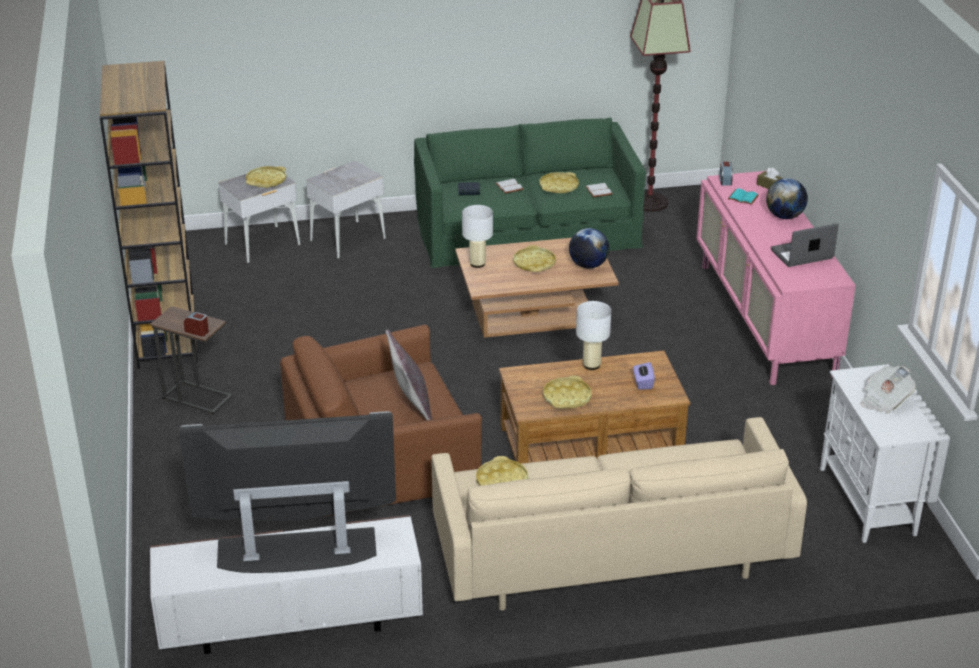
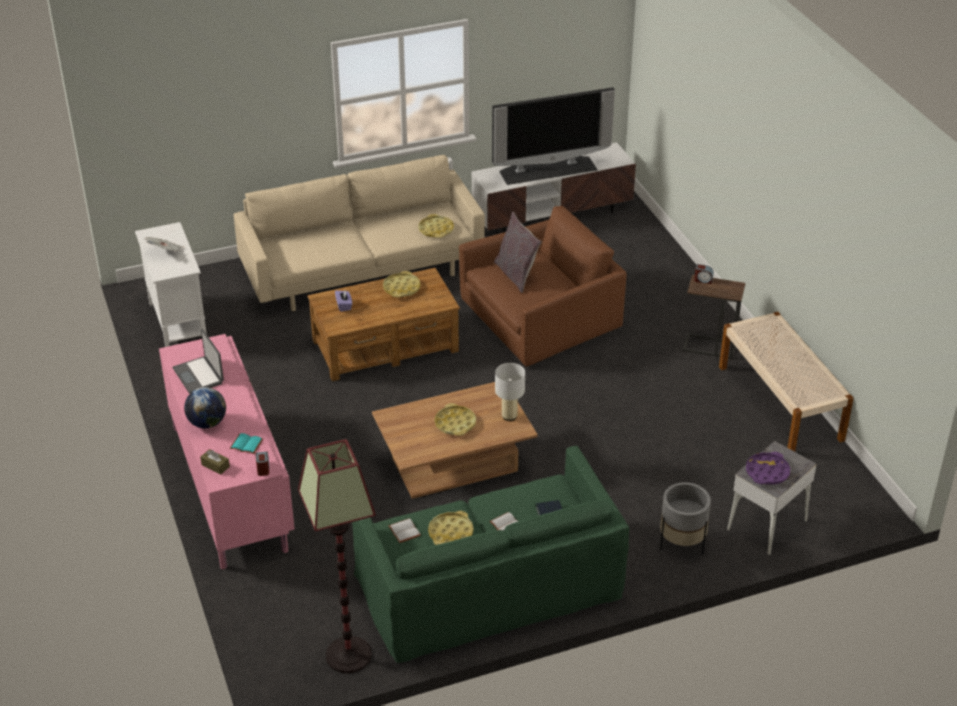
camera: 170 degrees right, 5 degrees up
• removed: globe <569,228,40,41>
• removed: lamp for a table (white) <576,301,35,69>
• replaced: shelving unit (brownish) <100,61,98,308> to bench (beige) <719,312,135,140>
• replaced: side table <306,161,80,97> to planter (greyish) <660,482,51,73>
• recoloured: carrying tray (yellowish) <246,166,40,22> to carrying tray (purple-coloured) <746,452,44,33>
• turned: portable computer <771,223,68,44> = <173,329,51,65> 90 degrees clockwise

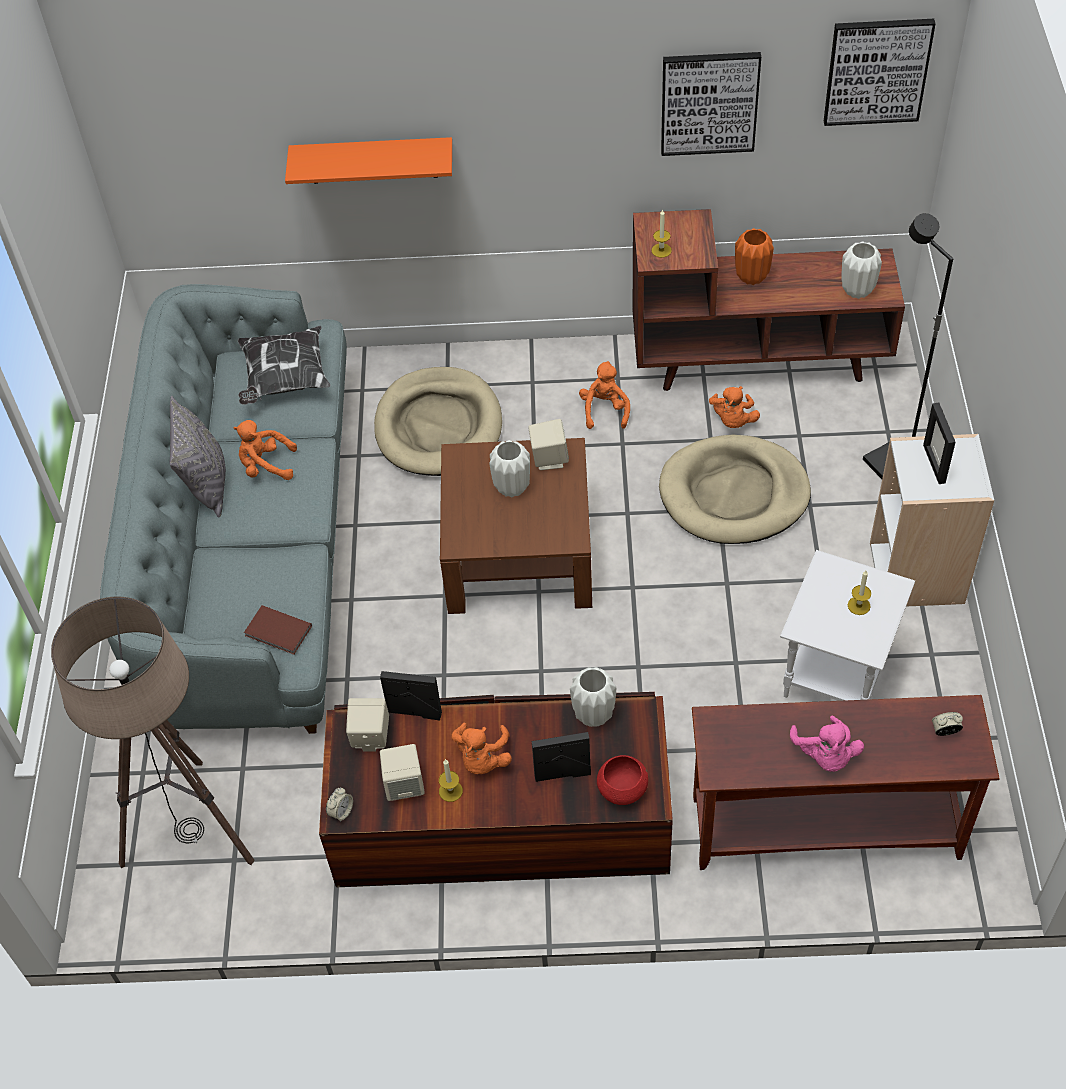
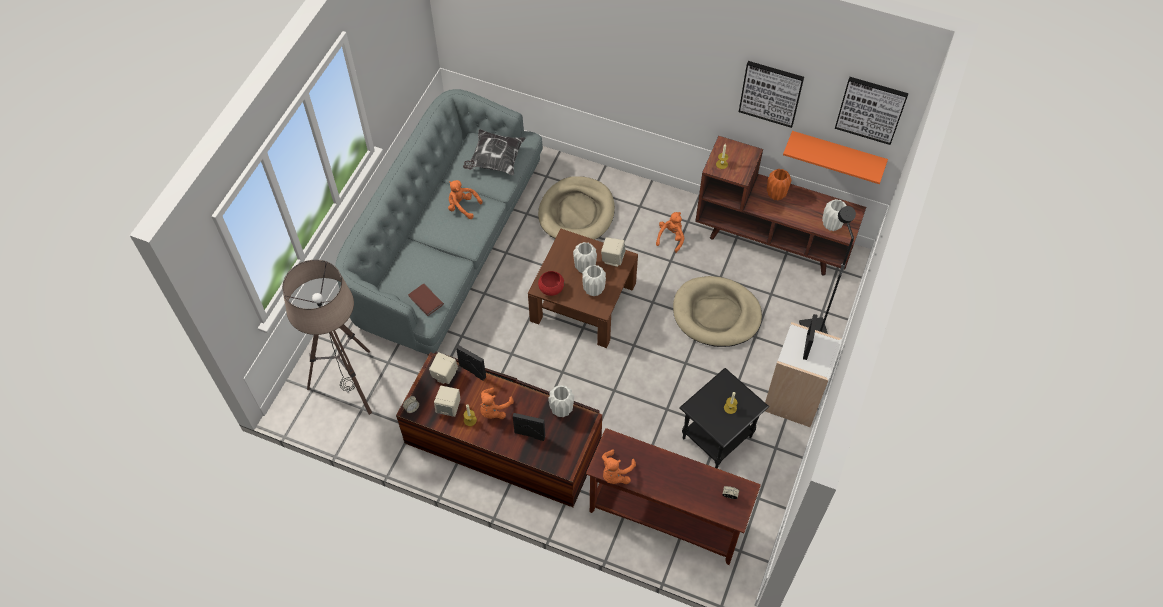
camera: 20 degrees right, 5 degrees up
• removed: pillow (greyish) <170,396,56,122>
• removed: soft toy (pink-coloured) <790,716,74,56>
• added: decorative vase (white) <582,265,24,31>
• moved: bracket shelf (orange-coloured) <285,137,167,47> to <783,131,105,53>
• moved: serving bowl (red-coloured) <597,755,51,50> to <538,271,27,25>
• moved: soft toy (orange-coloured) <709,386,51,42> to <602,449,34,35>
• recoloured: side table (white) <780,550,135,151> to side table (blackish) <679,368,90,101>

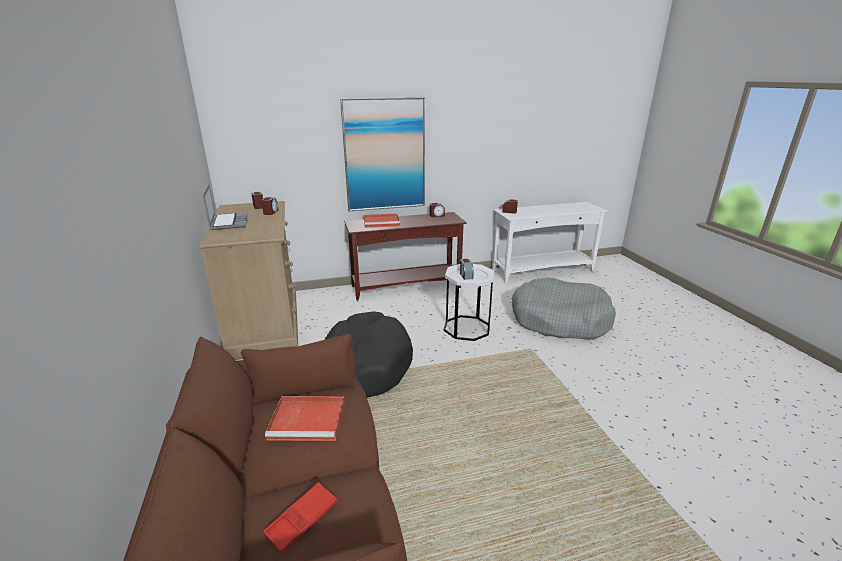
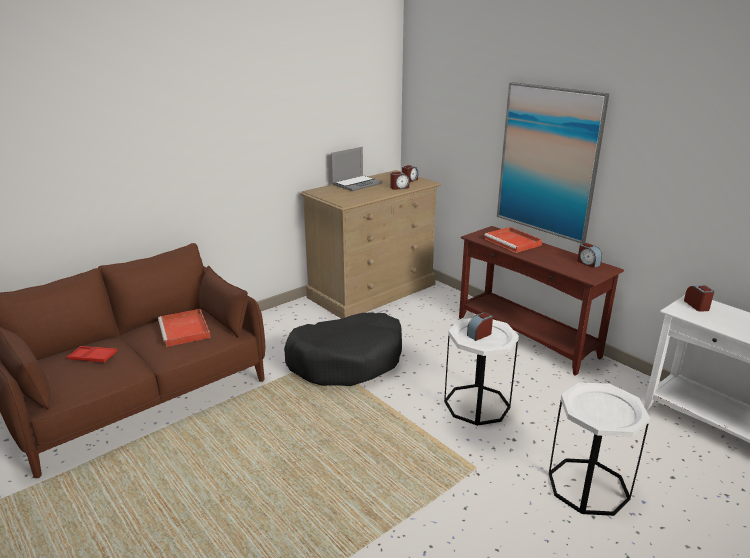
camera: 65 degrees right, 0 degrees up
• replaced: dog bed (greyish) <512,277,104,62> to side table (white) <549,382,101,134>

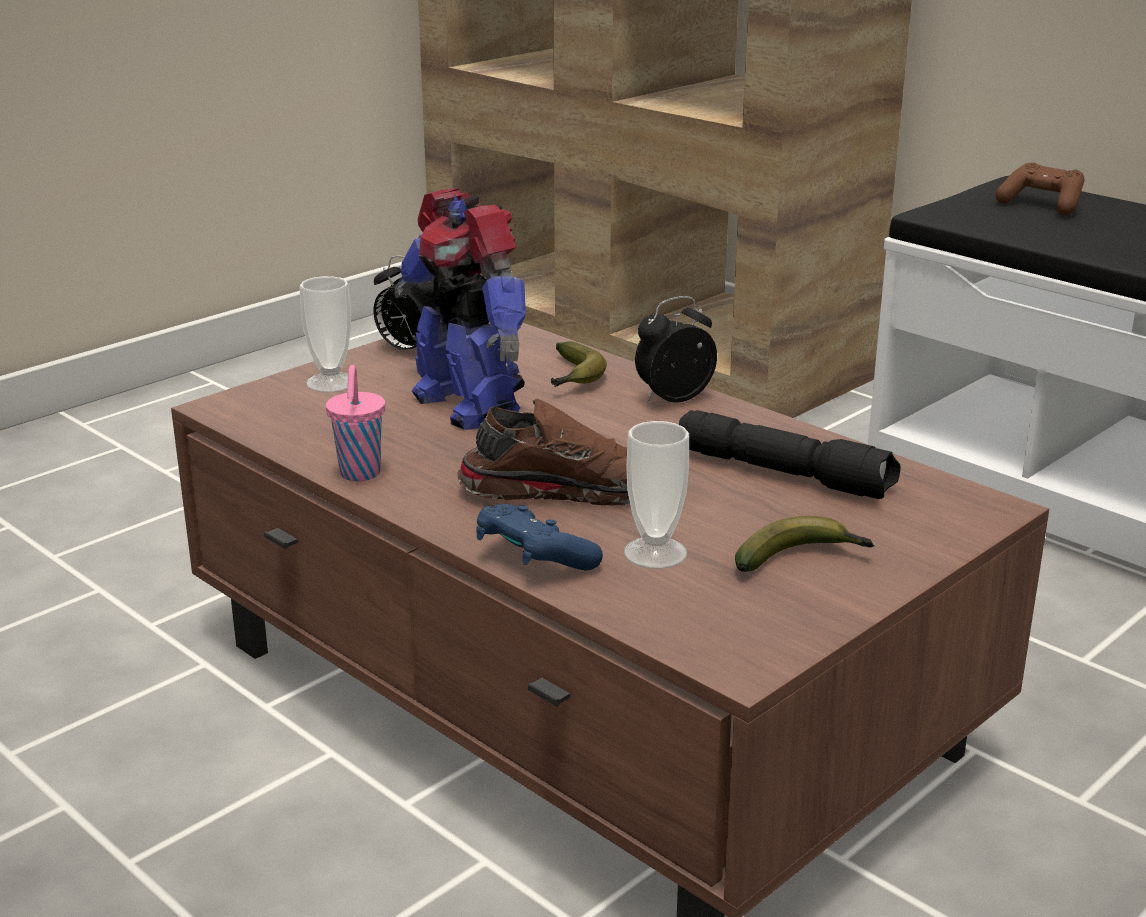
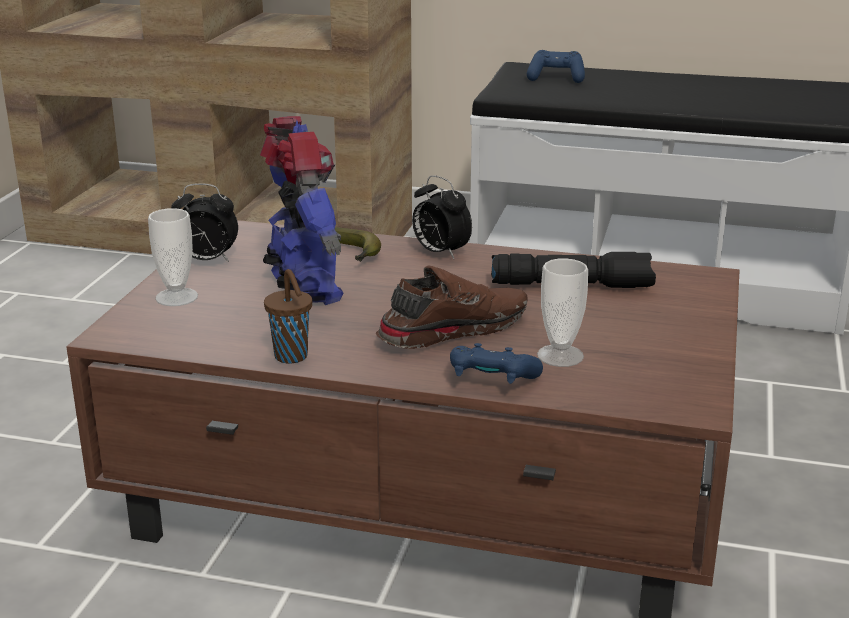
camera: 30 degrees left, 0 degrees up
• removed: whole banana <735,516,140,56>
• recoloured: small cup (pink-coloured) <326,365,59,116> to small cup (brownish) <264,269,48,94>
• recoloured: game controller (brownish) <996,163,88,52> to game controller (blue-coloured) <527,50,58,33>
• turned: model robot <395,188,131,242> = <260,116,83,189> 135 degrees counterclockwise
• turned: bedside clock <635,296,82,107> = <412,175,60,84> 75 degrees counterclockwise

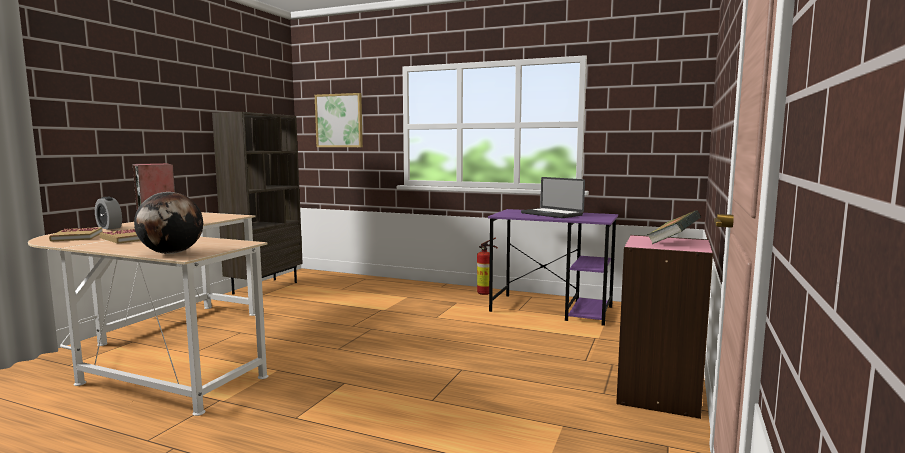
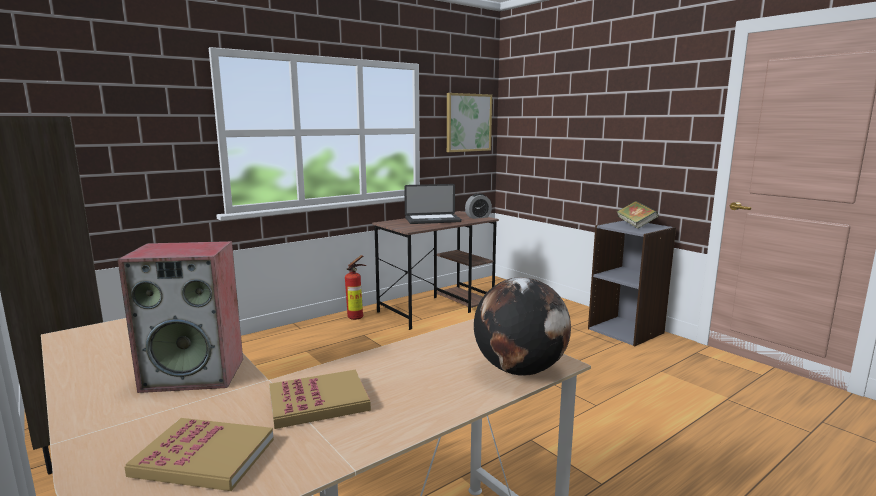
camera: 60 degrees left, 5 degrees up
• moved: bedside clock <95,197,27,33> to <465,193,27,26>
• moved: wall picture <315,93,48,54> to <447,93,45,59>
• recoloured: desk unit (purple-coloured) <488,209,130,117> to desk unit (brownish) <372,211,127,119>
• recoloured: shelving unit (pink-coloured) <616,235,97,184> to shelving unit (greyish) <588,220,88,126>

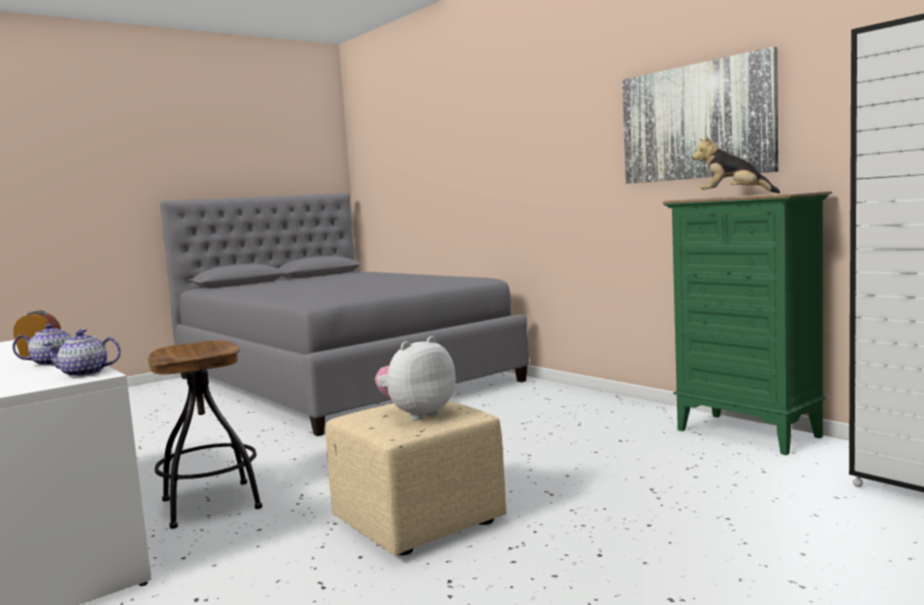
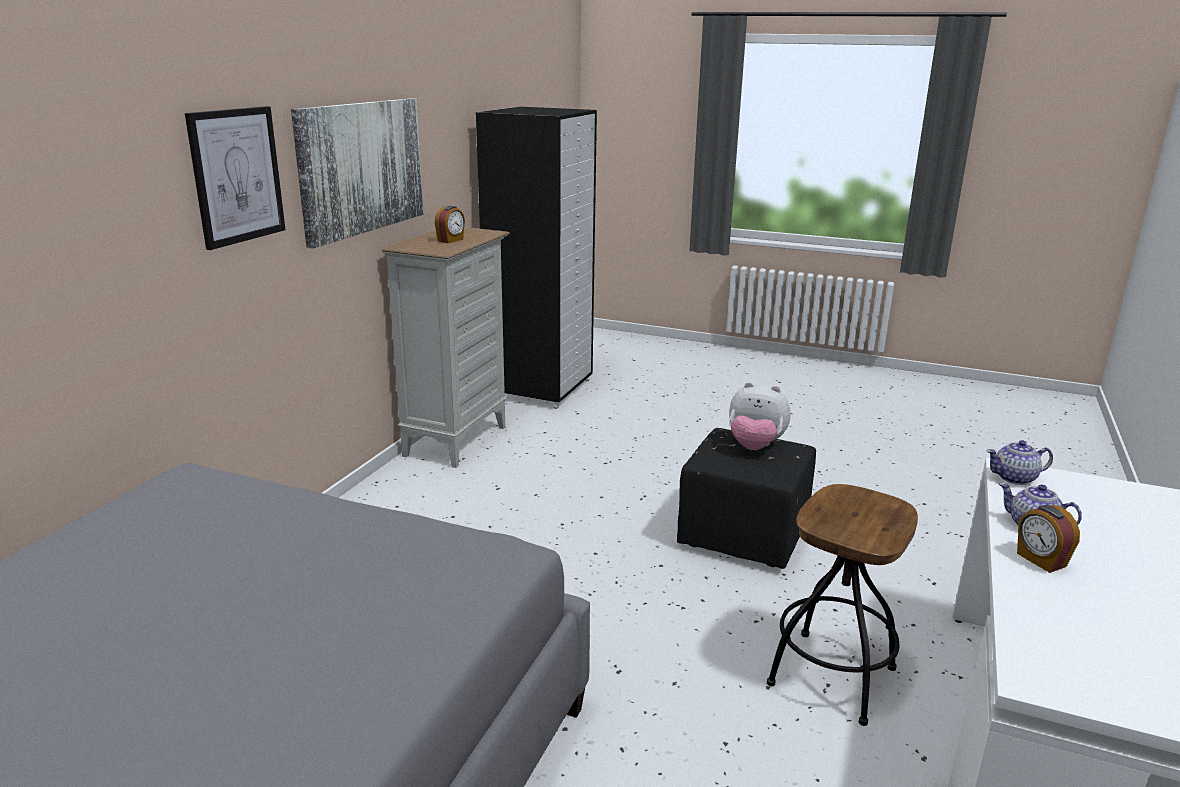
camera: 120 degrees left, 15 degrees up
• added: wall picture <185,106,100,144>
• replaced: soft toy <692,135,88,58> to bedside clock <435,206,30,37>
• recoloured: ottoman (beige) <326,401,181,154> to ottoman (blackish) <677,428,139,141>
• recoloured: chest of drawers (greenish) <662,191,170,264> to chest of drawers (white) <382,227,128,241>
• turned: pot for tea <42,331,79,46> = <987,440,66,45> 120 degrees clockwise

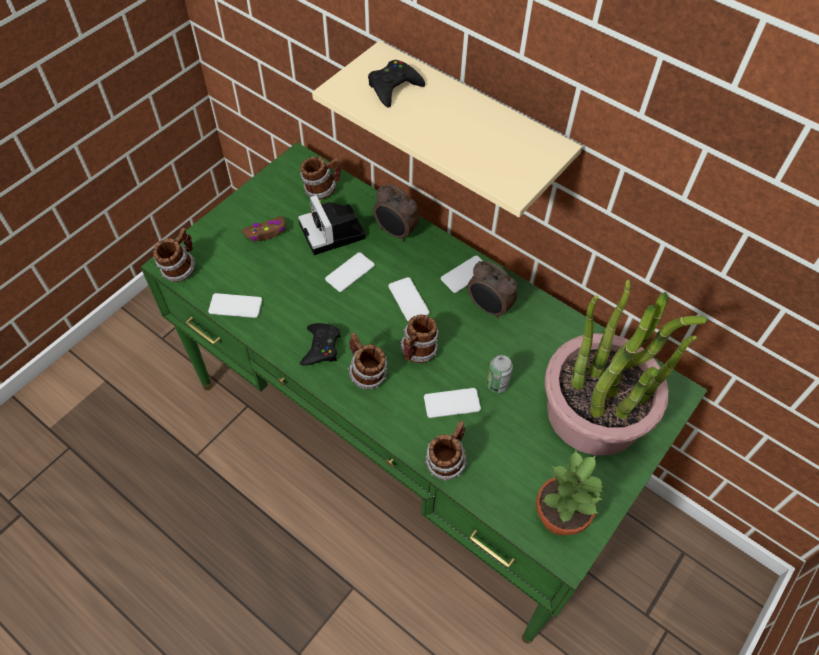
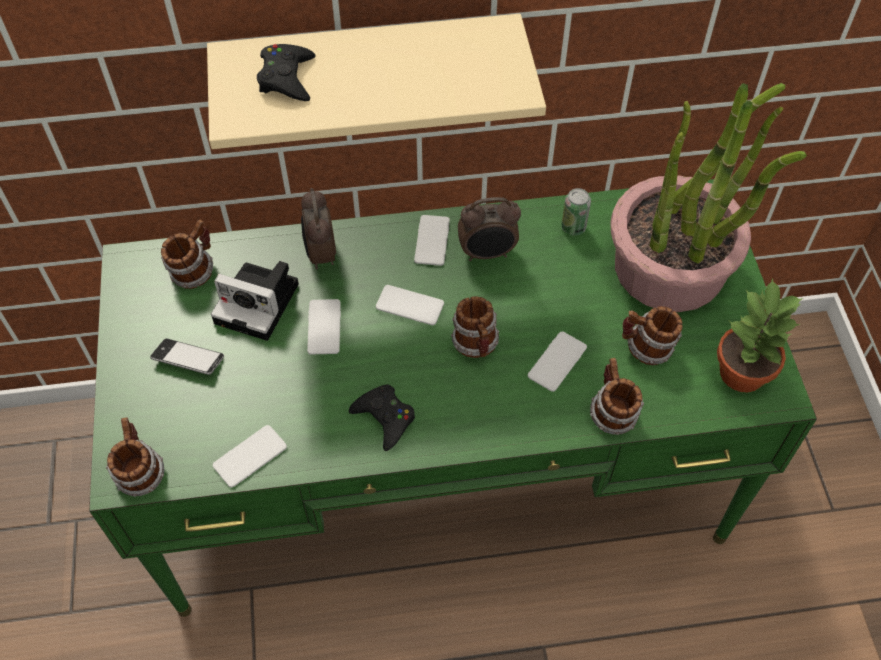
camera: 45 degrees left, 0 degrees up
• moved: tea mug <348,333,39,56> to <622,306,61,59>
• moved: sealed can <487,355,26,38> to <561,188,30,47>
• replaced: game controller (brownish) <242,216,44,26> to phone <150,339,74,36>
• turned: bedside clock <373,184,46,58> = <301,188,35,82> 90 degrees clockwise

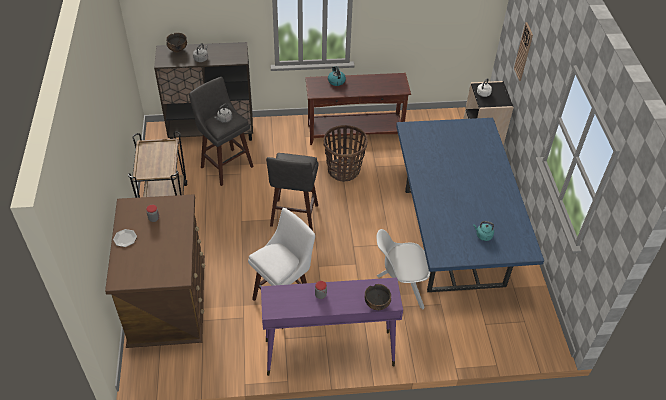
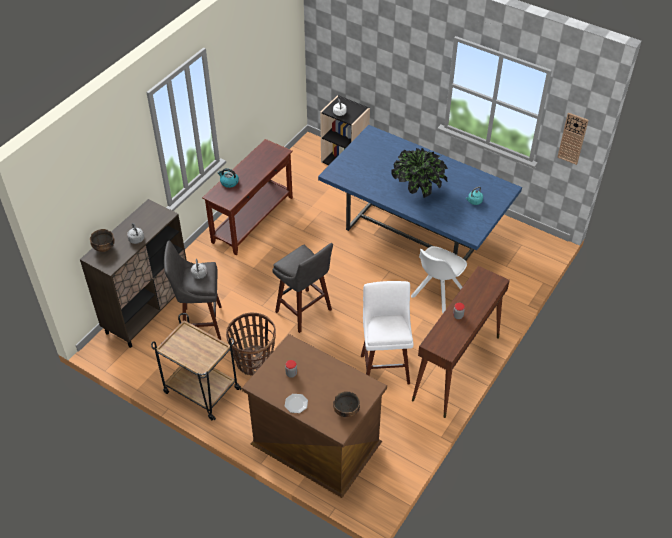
camera: 50 degrees left, 0 degrees up
• added: houseplant <391,148,57,50>
• moved: basket <324,125,44,57> to <226,312,50,64>
• moved: serving bowl <365,284,26,26> to <333,391,27,26>
• moved: clock on the wall <514,22,19,59> to <558,112,31,53>
• recoloured: hall table (purple-coloured) <261,278,142,98> to hall table (brownish) <412,266,98,152>

